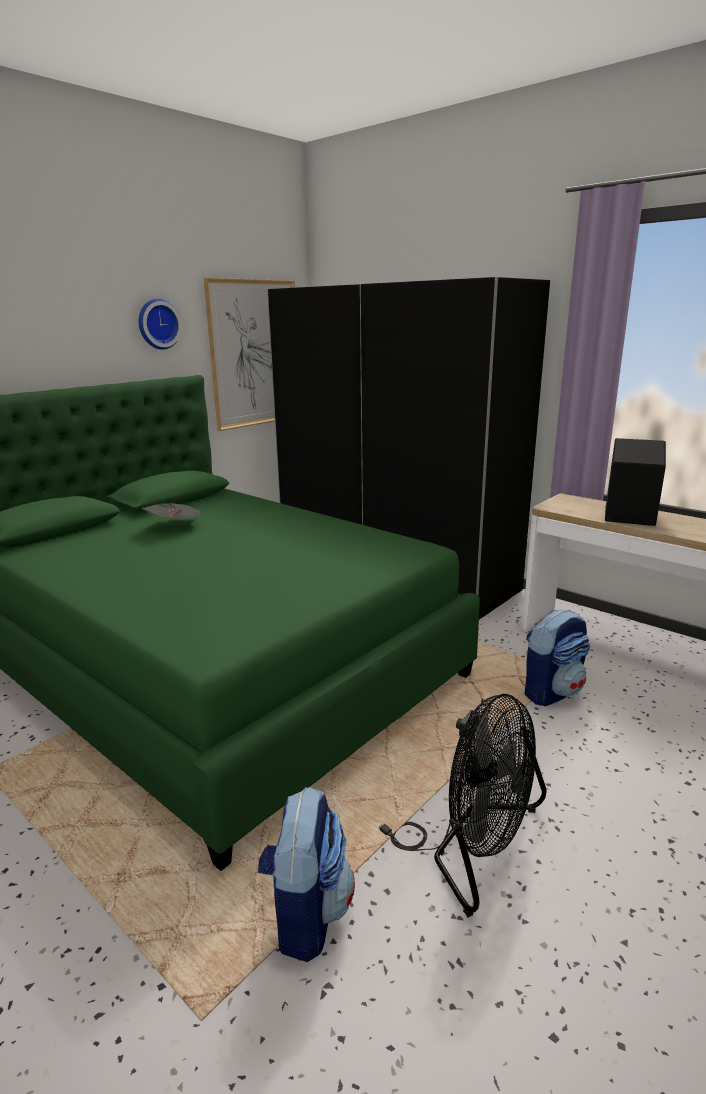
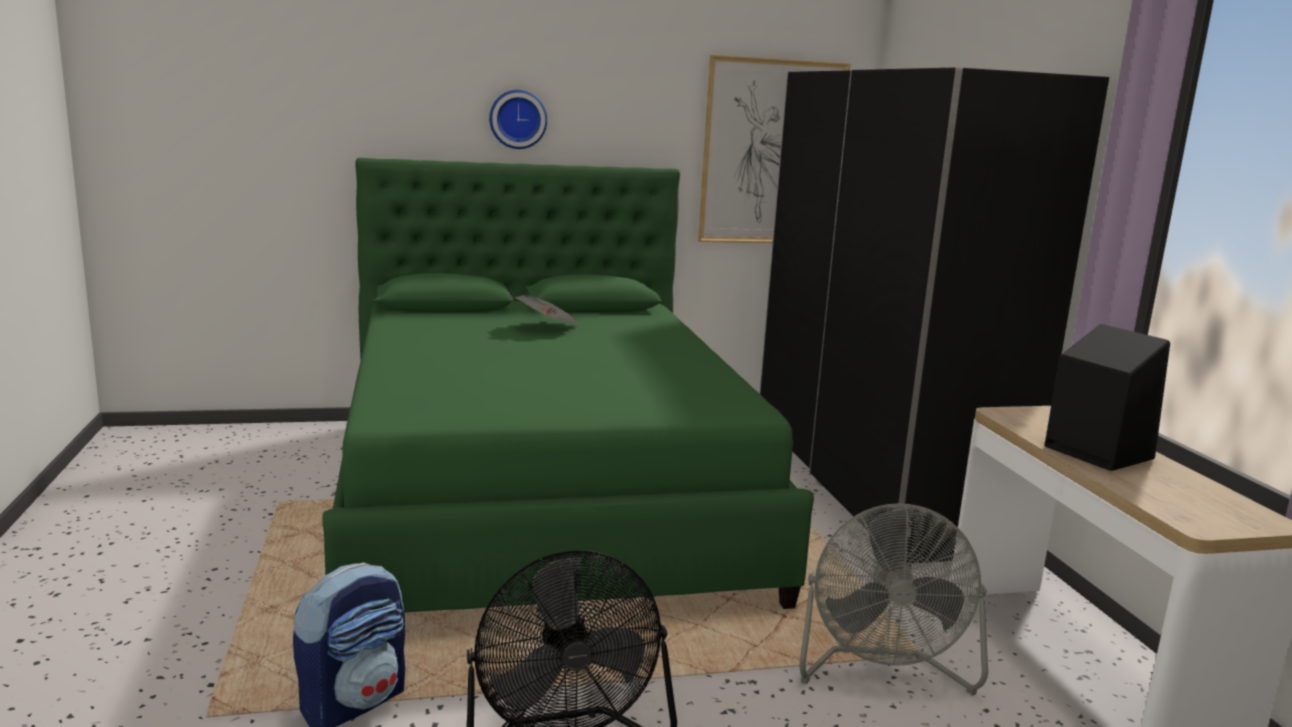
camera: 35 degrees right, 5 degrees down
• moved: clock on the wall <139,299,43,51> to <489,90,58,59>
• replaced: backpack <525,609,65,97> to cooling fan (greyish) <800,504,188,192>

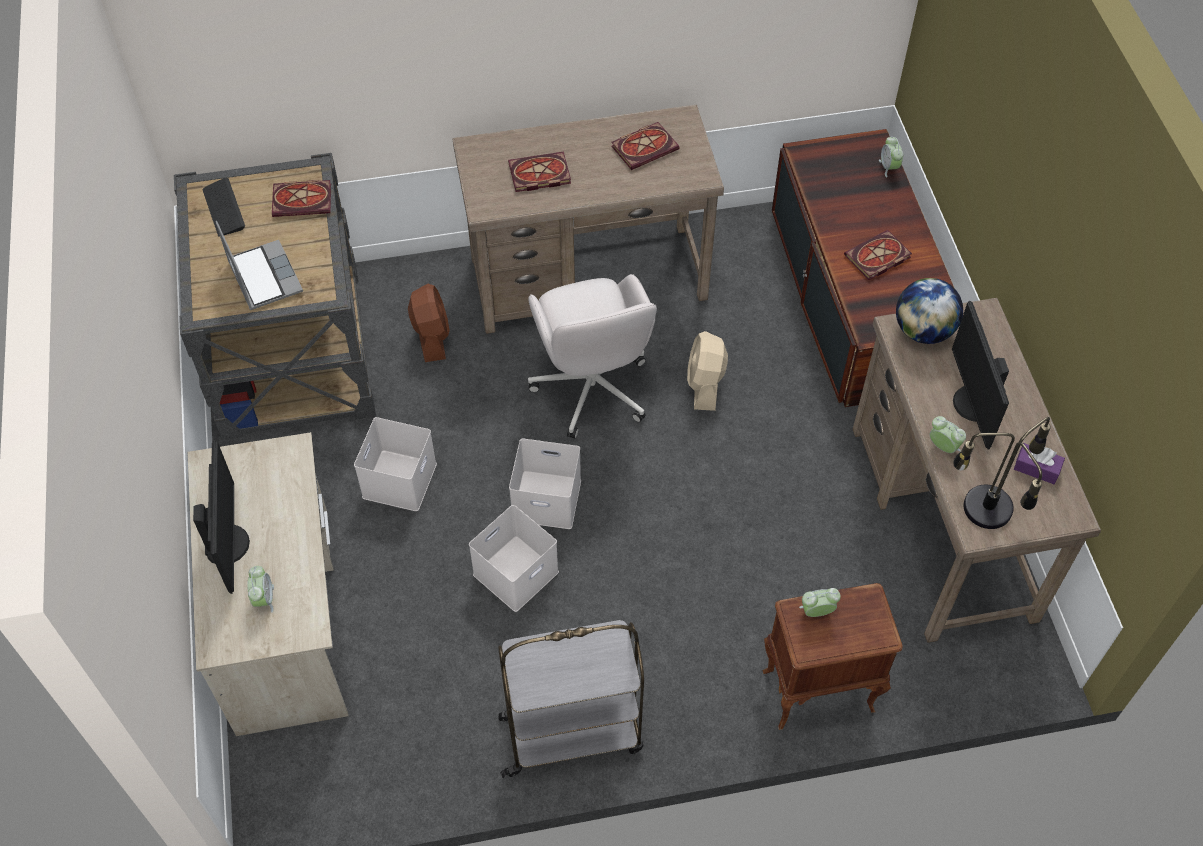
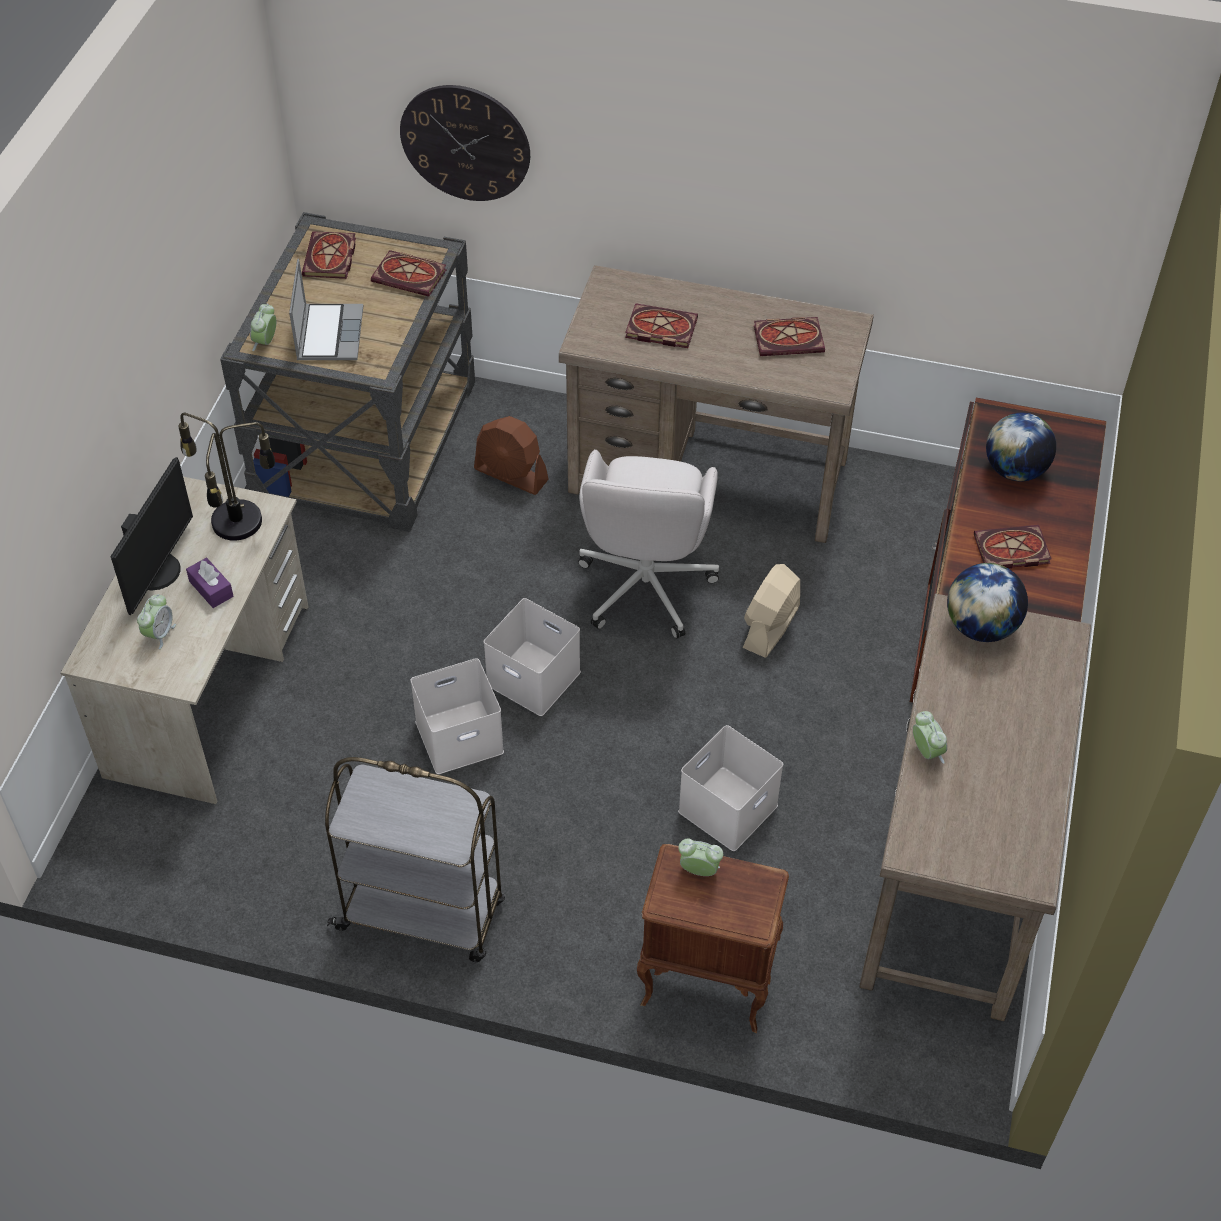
camera: 25 degrees right, 5 degrees down
• removed: monitor <952,301,57,148>
• added: clock on the wall <400,85,130,116>
• added: globe <986,413,70,68>
• moved: storage box (white) <354,417,83,94> to <678,725,105,126>
• moved: bedside clock <879,136,25,41> to <250,304,26,47>
• moved: lamp for a table <953,417,98,112> to <178,413,97,128>
• moved: box of tissues (purple-coloured) <1014,443,51,41> to <186,558,48,50>
• replaced: keyboard <203,177,42,60> to book <302,231,54,48>
• turned: cooling fan (brownish) <408,284,42,78> = <474,416,75,79> 105 degrees clockwise

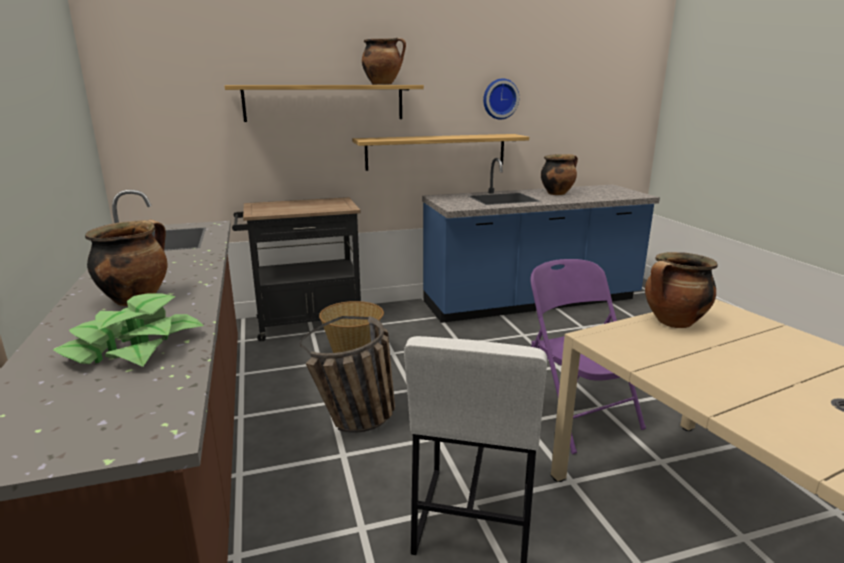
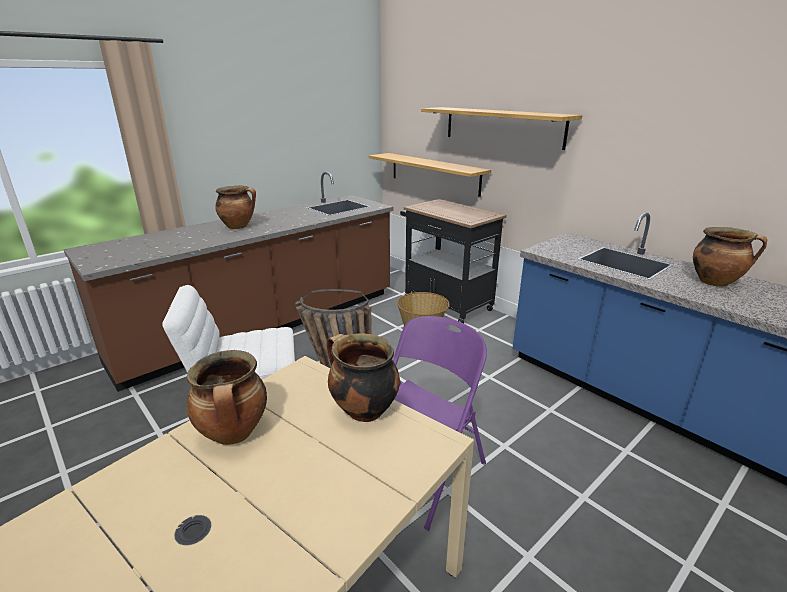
camera: 65 degrees right, 5 degrees up
• removed: houseplant <53,293,151,74>
• removed: clock on the wall <483,78,36,41>
• moved: bracket shelf <352,134,177,37> to <369,153,122,44>
• moved: cooking pot <362,38,44,47> to <187,350,80,95>

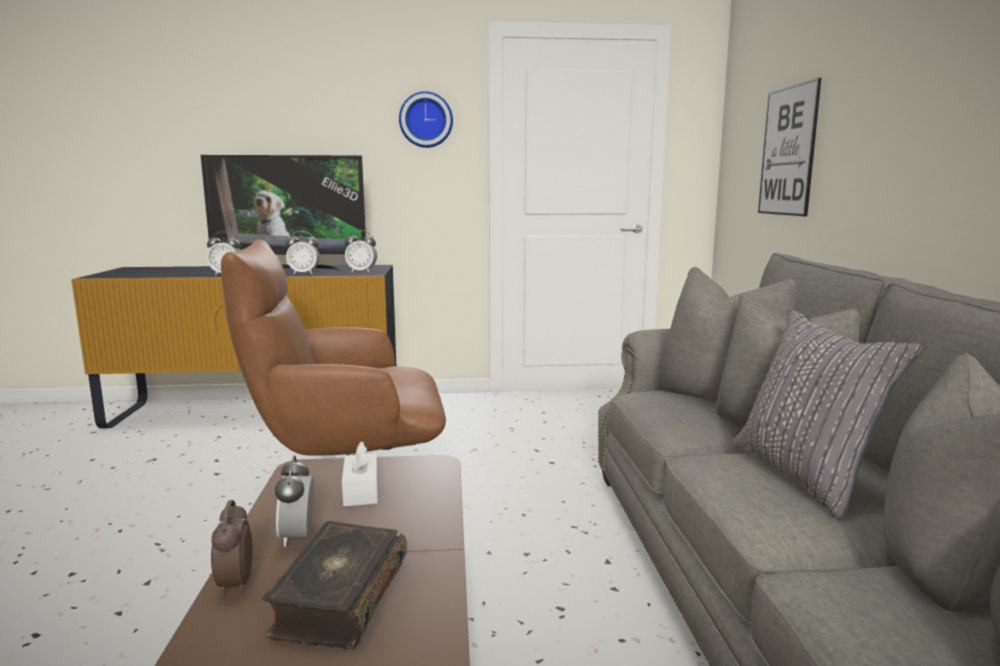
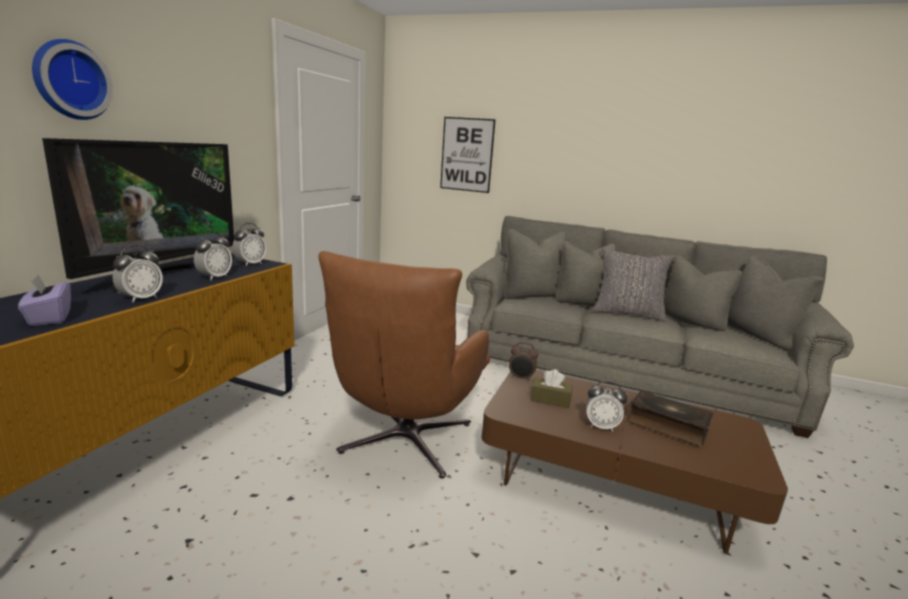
camera: 65 degrees left, 5 degrees up
• added: box of tissues (purple-coloured) <18,275,53,51>
• moved: bedside clock <211,500,42,97> to <509,342,30,39>
• moved: clock on the wall <399,91,54,57> to <32,39,81,81>
• recoloured: box of tissues (white) <342,441,36,66> to box of tissues (brownish) <531,369,42,39>

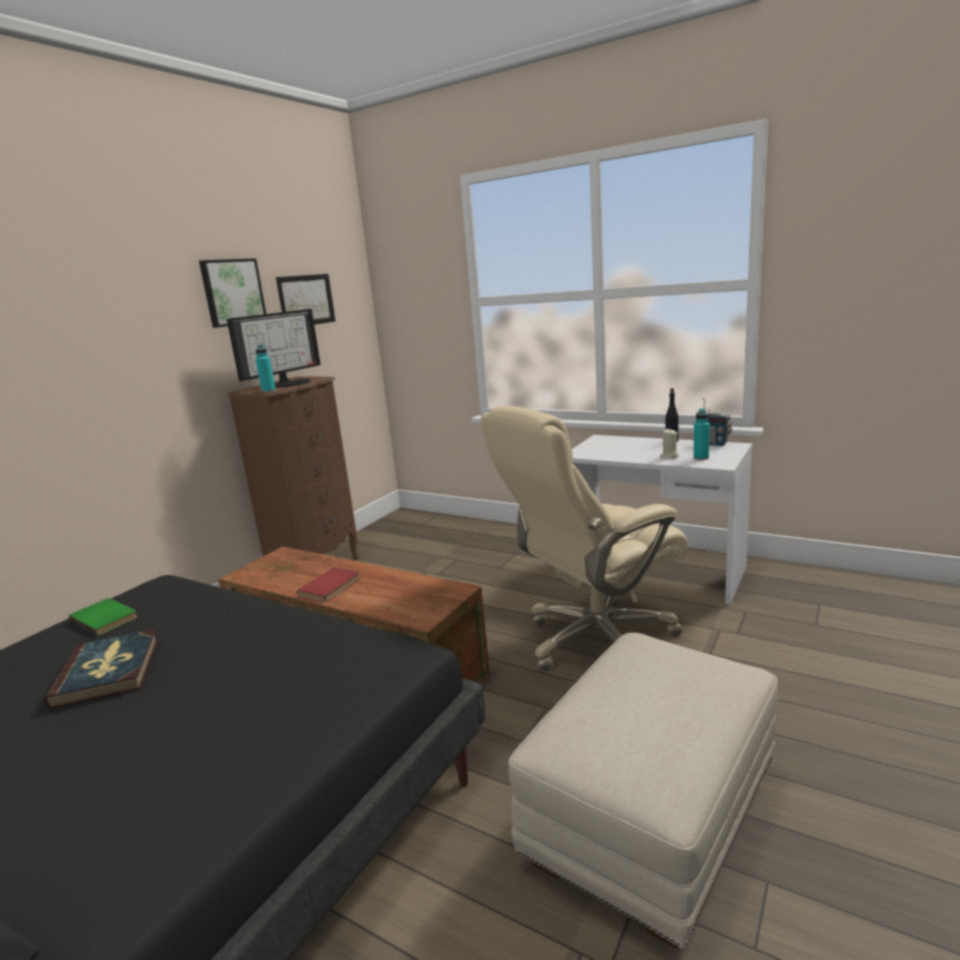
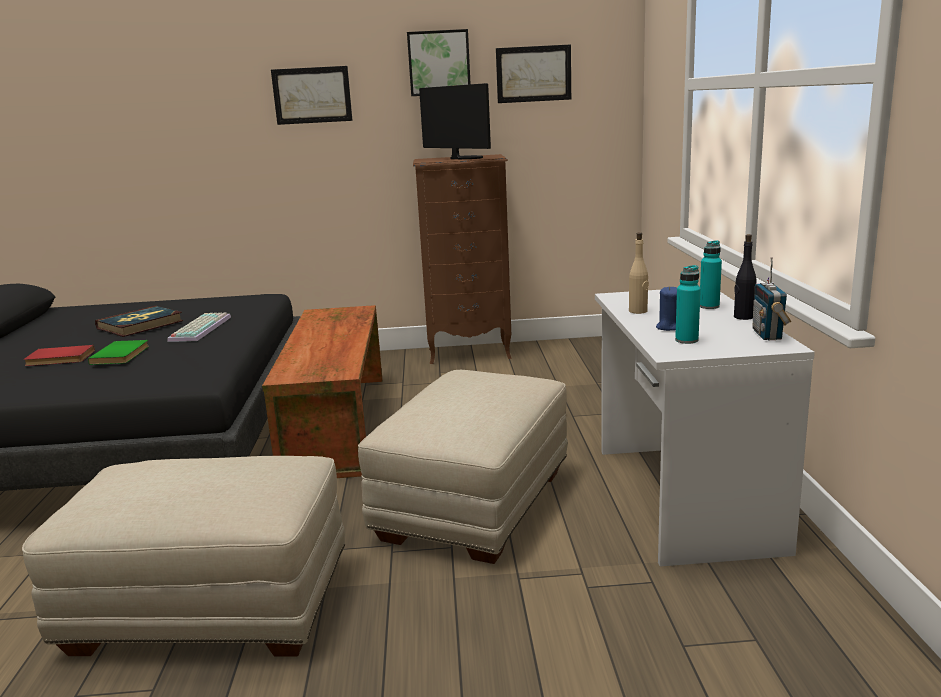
camera: 55 degrees right, 0 degrees up
• added: keyboard <167,312,64,30>
• added: wall picture <271,66,82,59>
• added: drink bottle (beige) <629,232,20,82>
• moved: book (greenish) <69,598,69,38> to <88,340,61,25>
• moved: drink bottle (blue-green) <256,345,20,47> to <700,240,22,69>
• moved: book (red-coloured) <297,567,63,35> to <24,345,71,21>
• replaced: desk chair (beige) <481,406,207,265> to ottoman (beige) <358,370,210,194>
• recoloured: wax light (beige) <660,429,19,30> to wax light (blue-coloured) <656,286,21,45>
• turned: monitor <227,309,94,78> = <419,83,72,76> 135 degrees counterclockwise

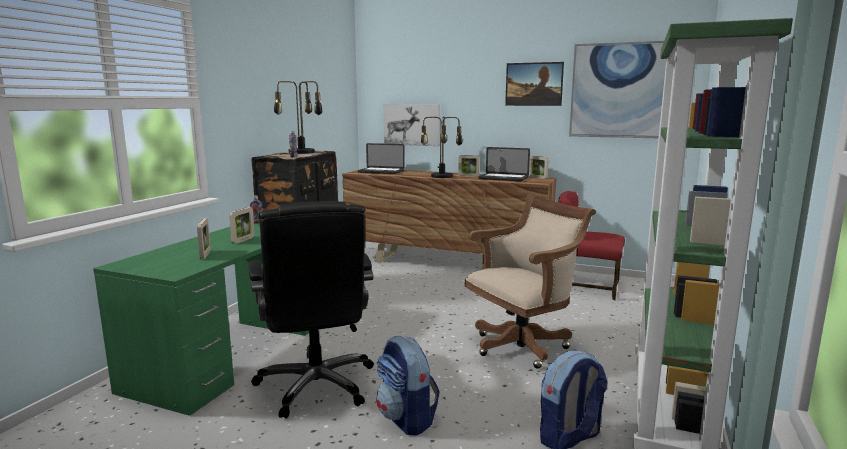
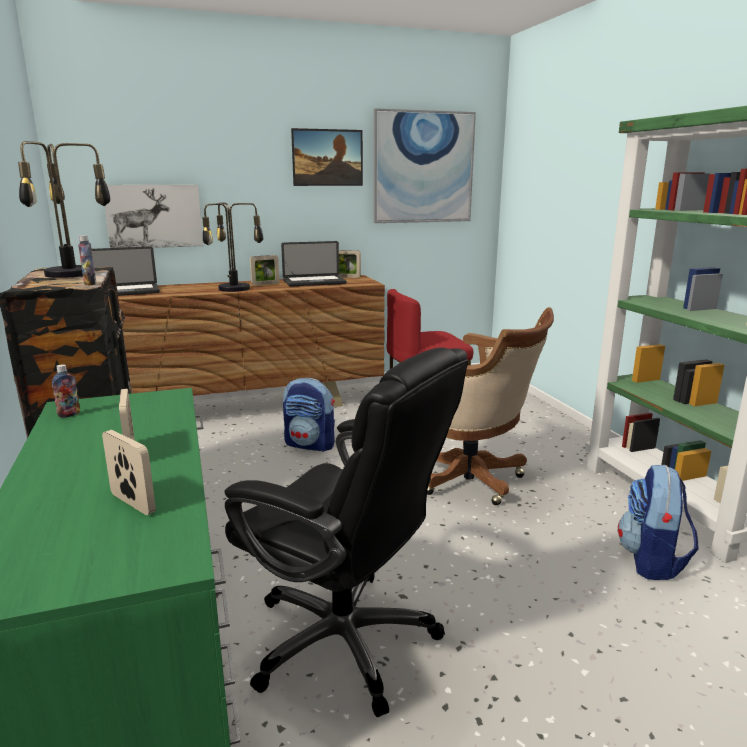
camera: 40 degrees left, 5 degrees up
• moved: backpack <376,336,63,100> to <283,378,52,74>
• turned: desk chair <464,195,132,174> = <427,307,127,198> 105 degrees clockwise

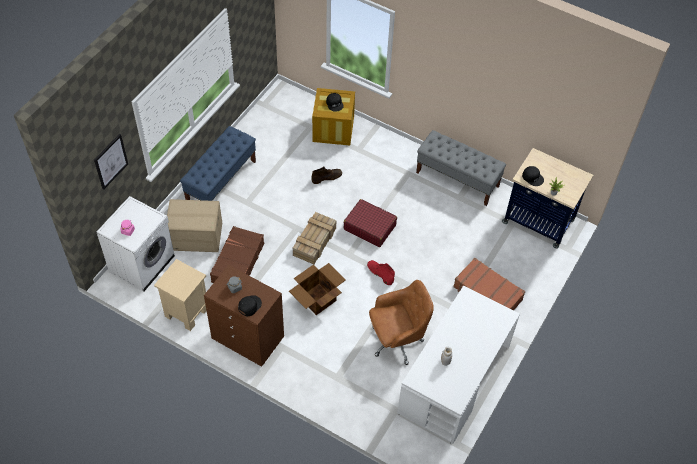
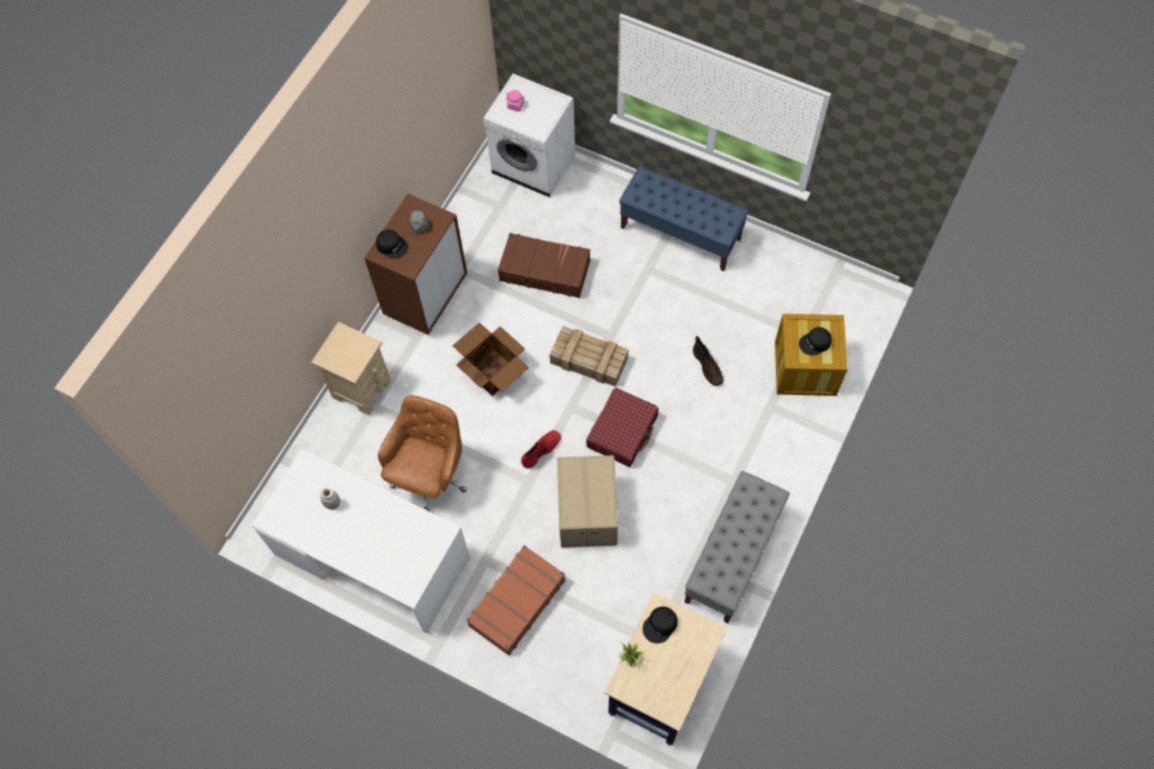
camera: 90 degrees right, 10 degrees up
• removed: wall picture <94,134,34,56>
• moved: night table (beige) <154,259,53,72> to <311,322,80,93>
• moved: cardboard box <167,199,55,53> to <557,455,61,93>
• turned: desk chair (brownish) <369,280,65,85> = <378,396,89,116> 135 degrees counterclockwise

